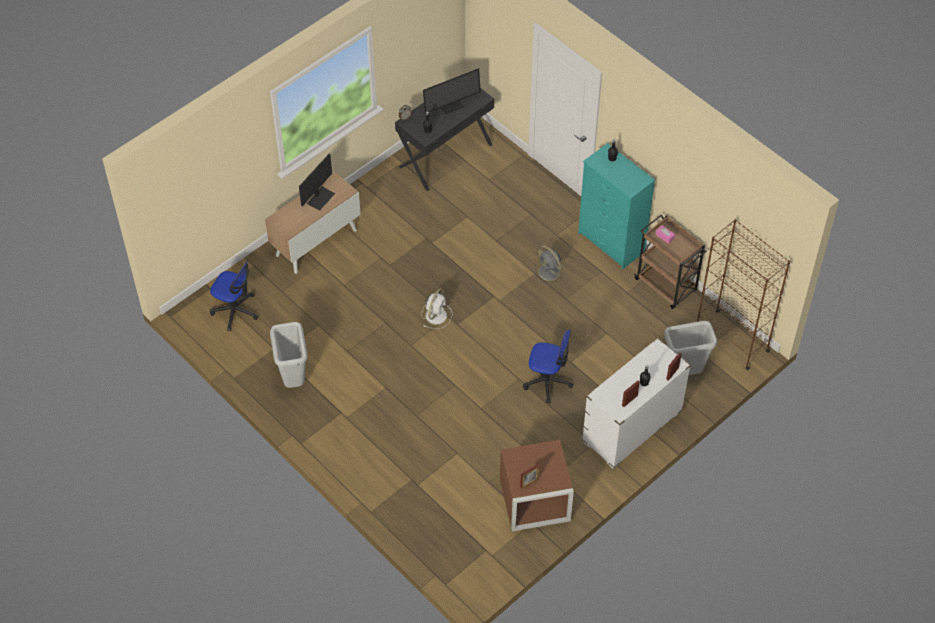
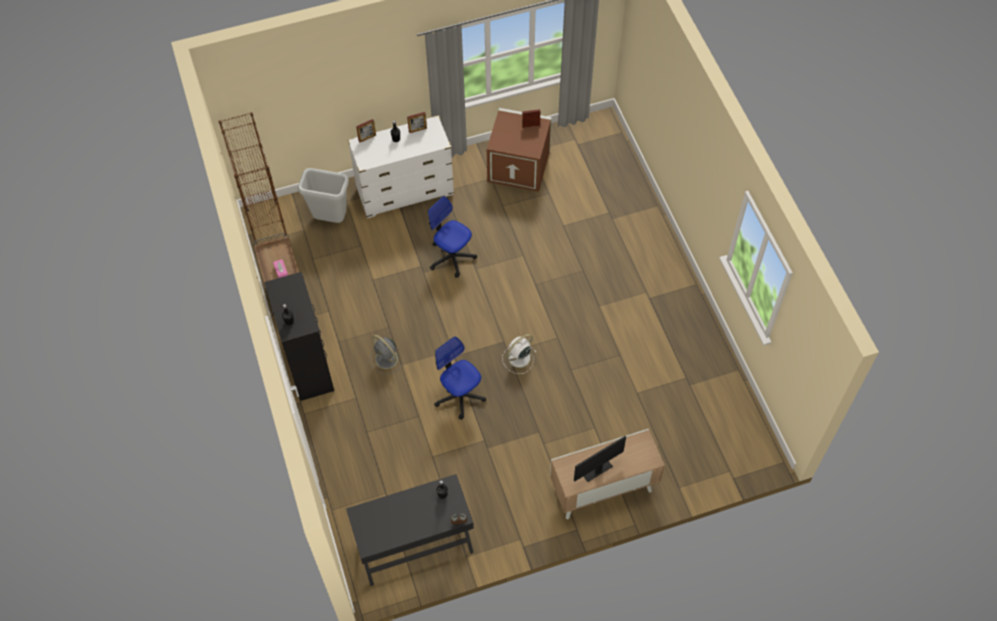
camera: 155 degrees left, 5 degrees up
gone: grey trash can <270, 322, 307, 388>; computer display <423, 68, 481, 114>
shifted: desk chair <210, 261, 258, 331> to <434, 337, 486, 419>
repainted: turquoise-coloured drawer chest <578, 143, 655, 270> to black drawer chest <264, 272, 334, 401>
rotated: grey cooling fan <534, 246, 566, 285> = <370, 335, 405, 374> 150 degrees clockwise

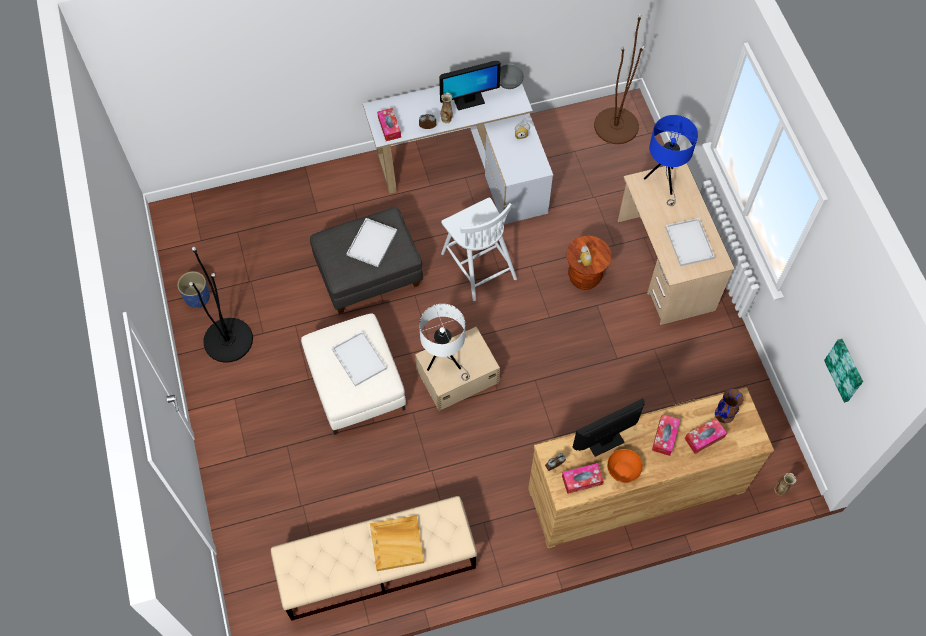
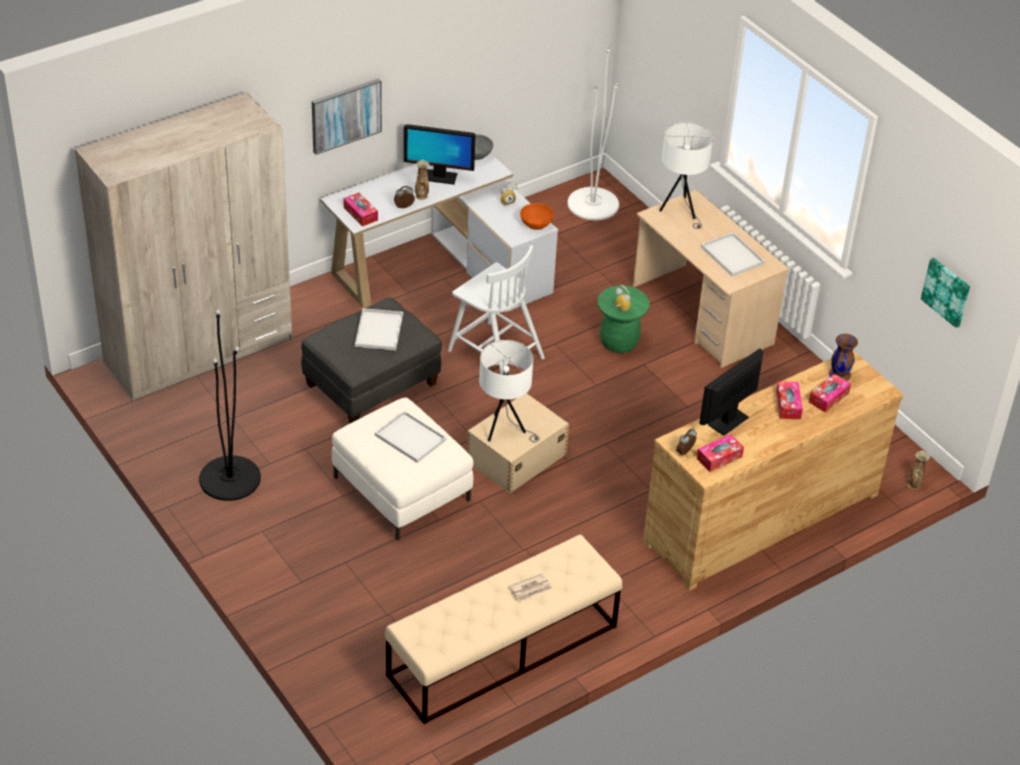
camera: 20 degrees left, 20 degrees down
gone: bluish plant pot <177, 271, 210, 308>
new: beige-coloured armoire <75, 92, 292, 401>; wall art <312, 79, 382, 155>
shifted: orange-coloured serving bowl <607, 449, 643, 483> to <520, 203, 554, 230>
swapped: beige-coloured tray <370, 515, 424, 571> to daily paper <509, 573, 553, 601>
repainted: brownish standard lamp <594, 14, 645, 144> to white-coloured standard lamp <567, 45, 619, 220>; brownish stool <567, 235, 611, 290> to green stool <598, 285, 650, 353>; bluish lamp for a table <644, 115, 698, 206> to white-coloured lamp for a table <659, 122, 713, 229>
rotated: computer display <439, 61, 501, 110> = <404, 124, 476, 185> 45 degrees clockwise

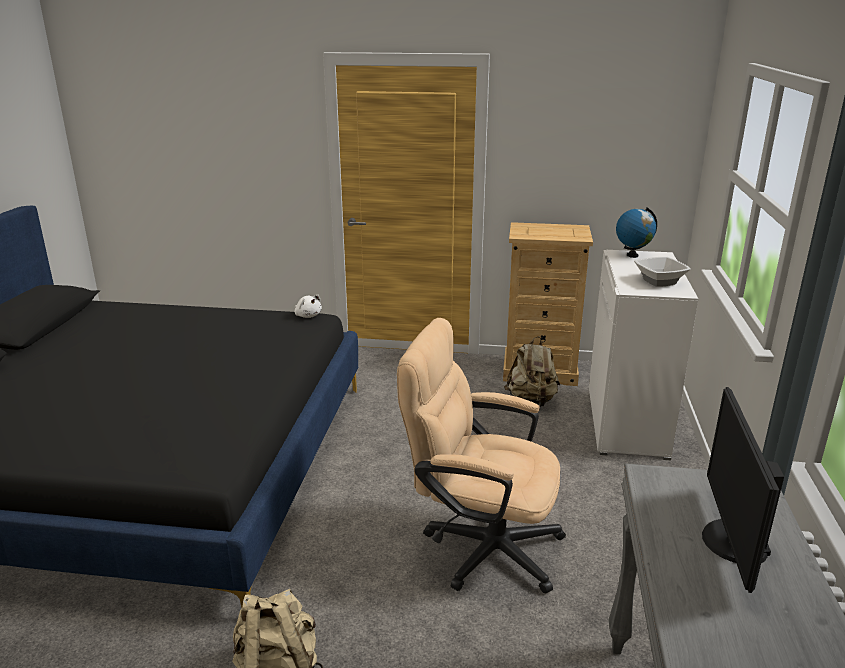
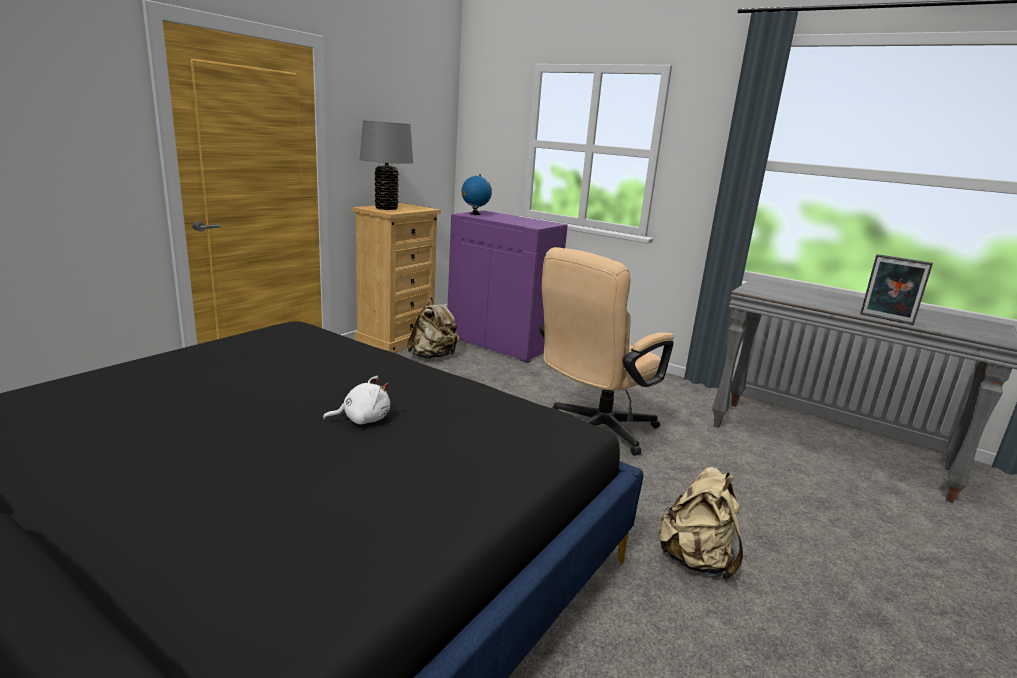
camera: 65 degrees left, 5 degrees down
gone: serving bowl <634, 257, 691, 287>; computer display <702, 387, 784, 593>
new: grey lamp for a table <360, 120, 413, 210>; photo frame <860, 254, 933, 325>
shifted: white-coloured cuddly toy <295, 295, 322, 318> to <323, 376, 390, 425>
repainted: white-coloured cabinet <589, 250, 698, 460> to purplish cabinet <447, 211, 568, 363>

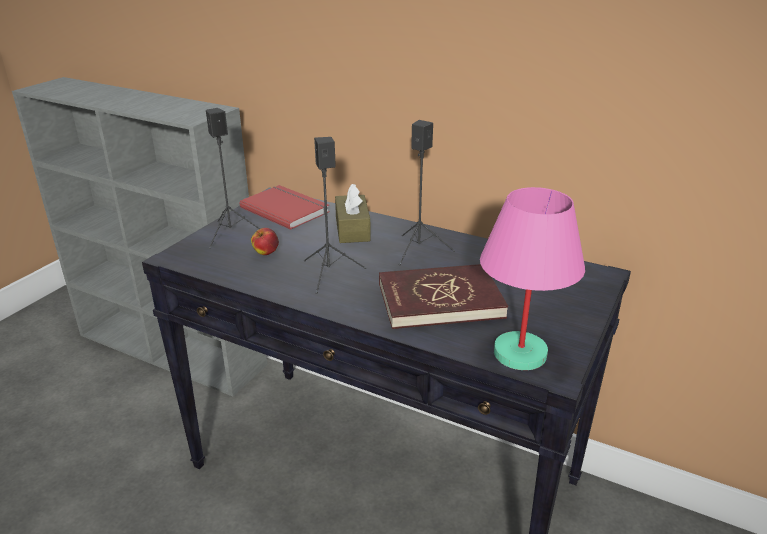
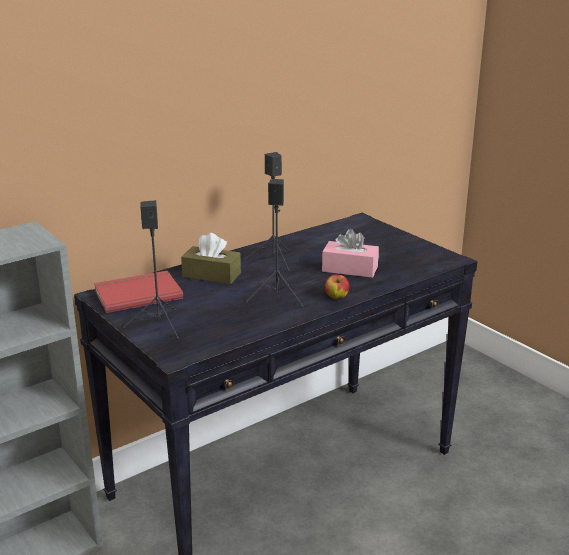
camera: 65 degrees left, 5 degrees down
gone: pinkish lamp for a table <480, 187, 585, 370>
shifted: apple fruit <251, 228, 279, 255> to <325, 275, 350, 299>
swapped: red-coloured bound book <379, 264, 508, 329> to pinkish tissue holder <322, 229, 379, 278>

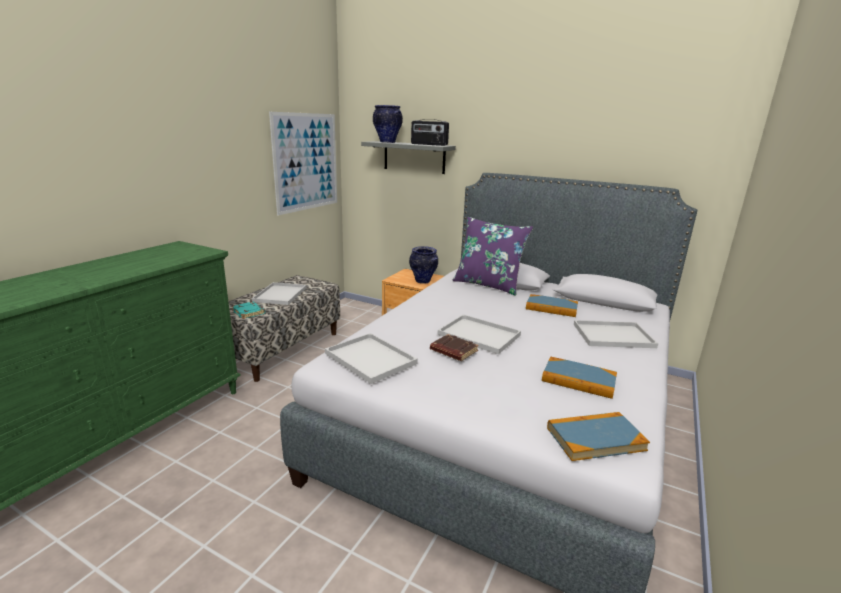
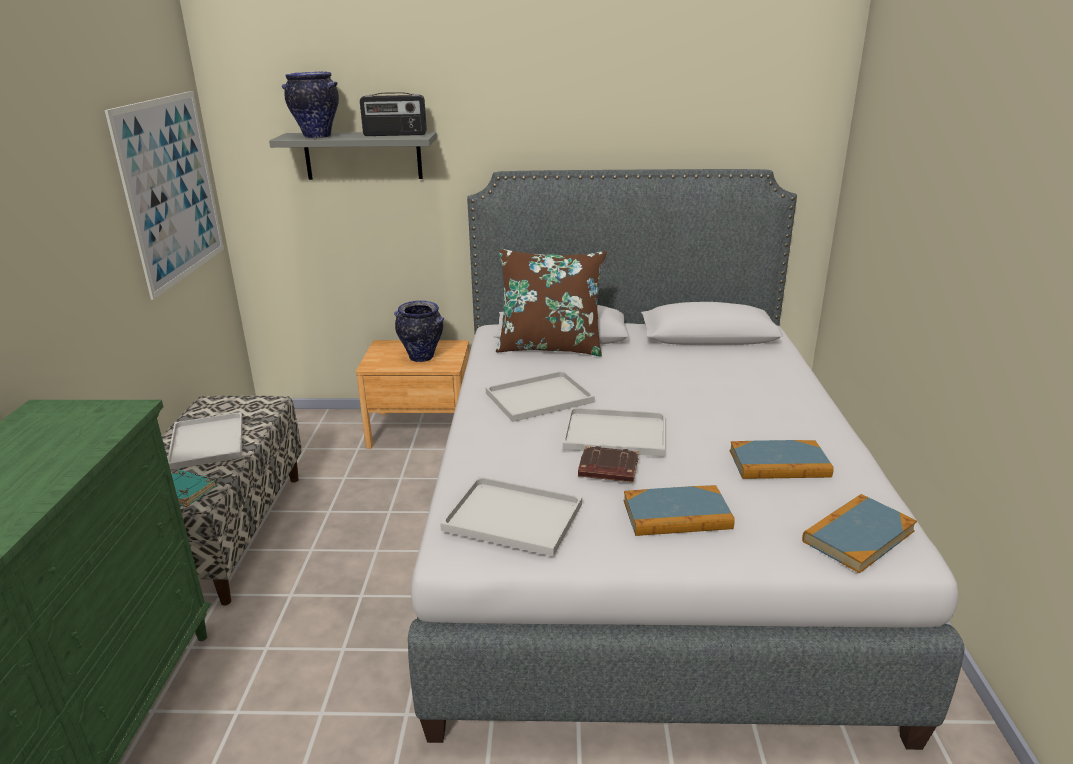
camera: 25 degrees left, 5 degrees up
shifted: white-coloured tray <574, 320, 658, 348> to <486, 371, 595, 422>; bound book <526, 294, 578, 317> to <624, 485, 735, 536>
repainted: purplish throw pillow <452, 217, 533, 296> to brownish throw pillow <496, 249, 607, 356>

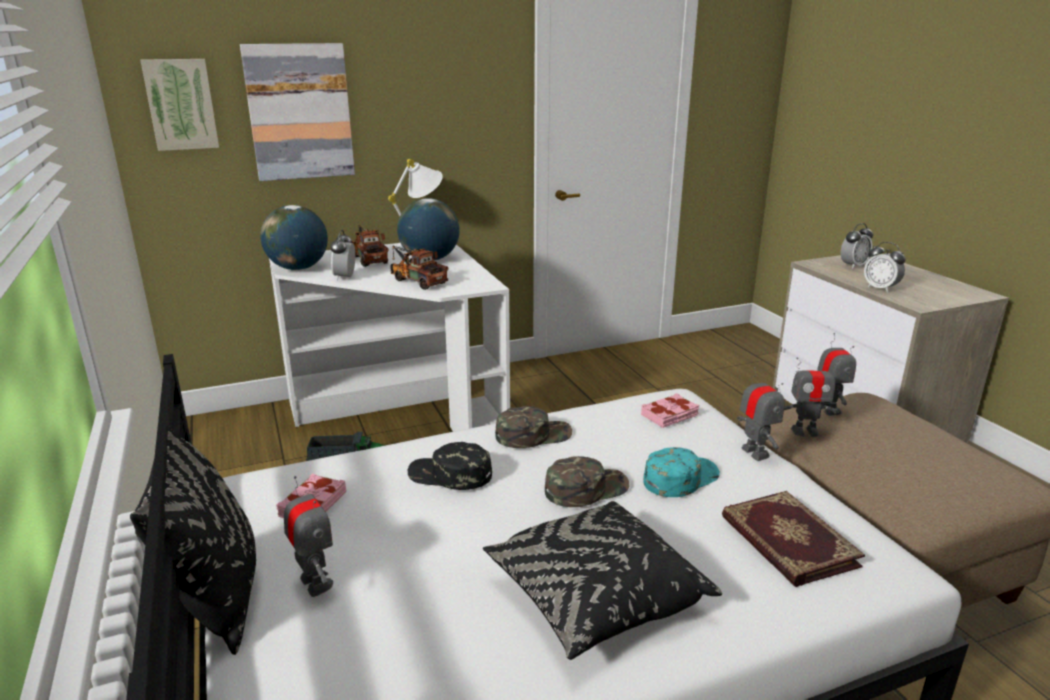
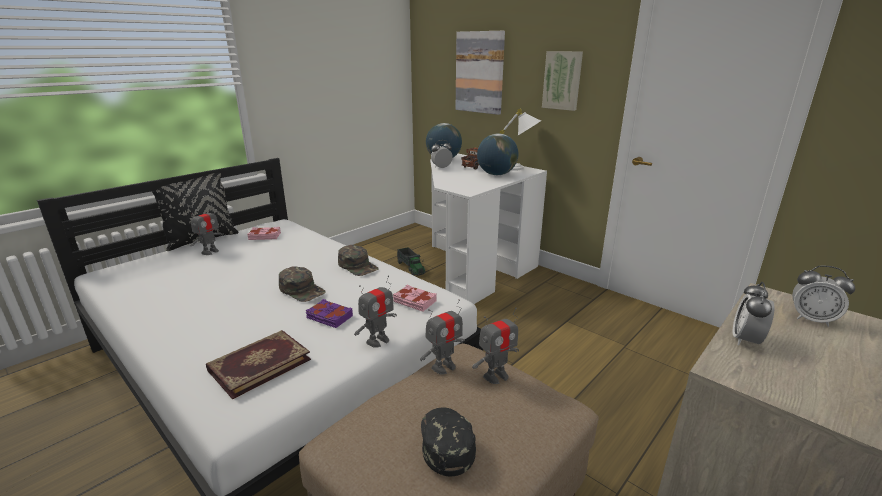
camera: 65 degrees right, 0 degrees up
gone: toy truck <390, 246, 448, 290>; black throw pillow <483, 501, 722, 660>
shifted: black baseball cap <408, 442, 492, 490> to <421, 407, 476, 476>; wall art <140, 59, 219, 151> to <542, 51, 583, 111>
swapped: turquoise-coloured baseball cap <643, 447, 720, 497> to purplish bound book <306, 299, 353, 328>
rotated: model robot <784, 357, 839, 437> = <420, 299, 465, 374> 105 degrees counterclockwise

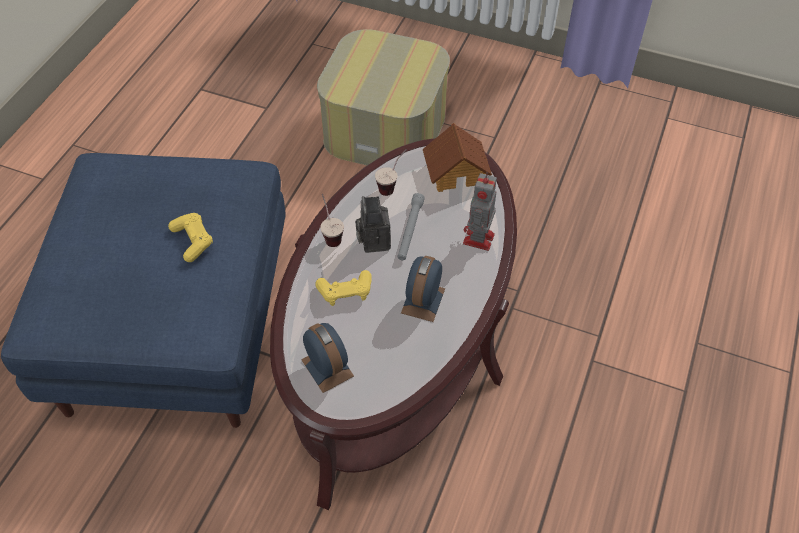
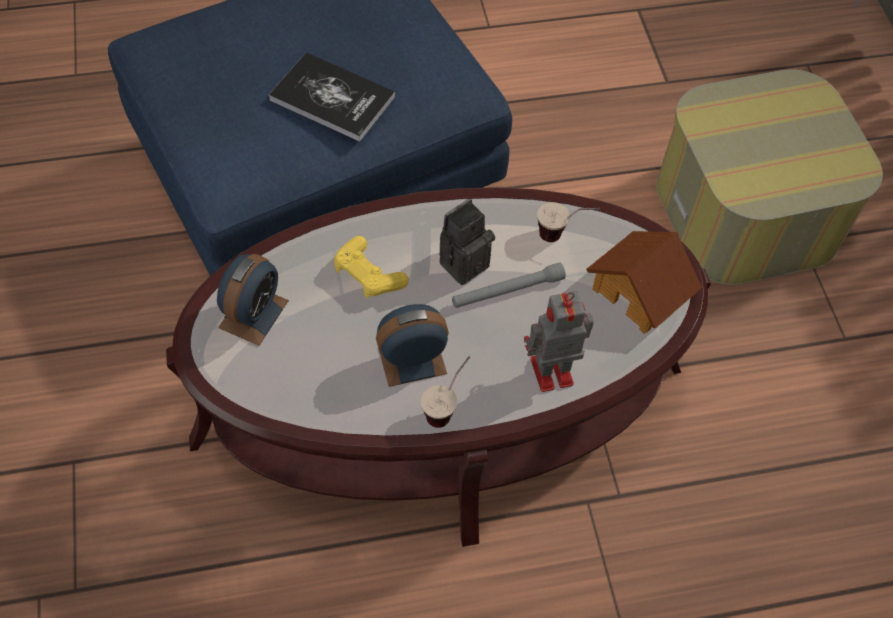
camera: 55 degrees right, 5 degrees up
shifted: small cup <320, 194, 344, 247> to <421, 356, 470, 428>
swapped: yellowish game controller <168, 213, 213, 262> to bound book <269, 52, 395, 142>

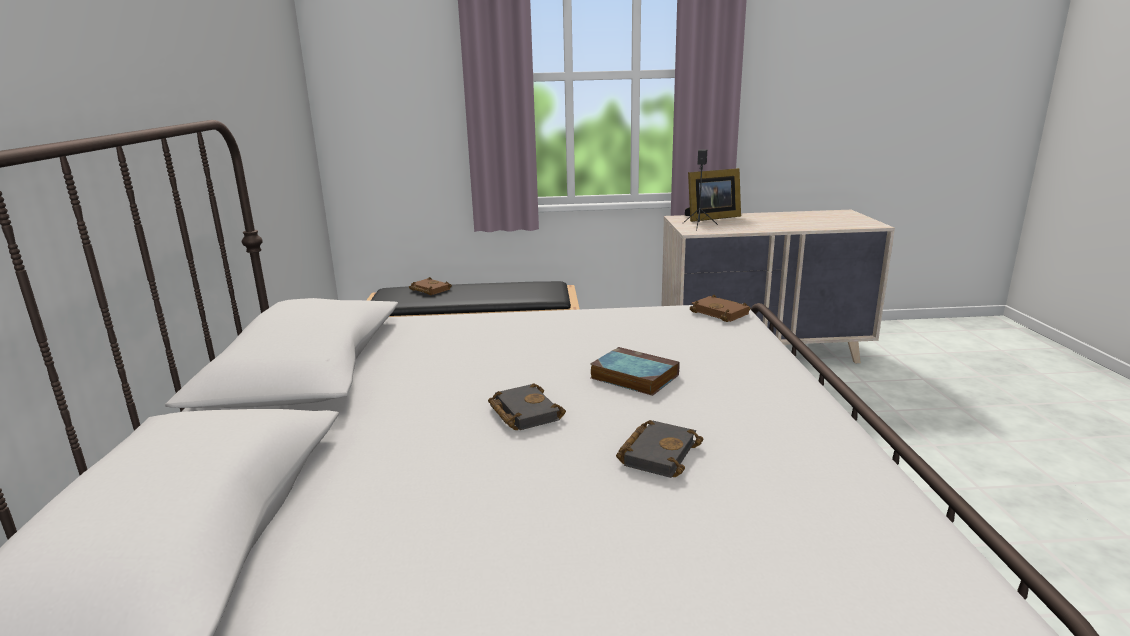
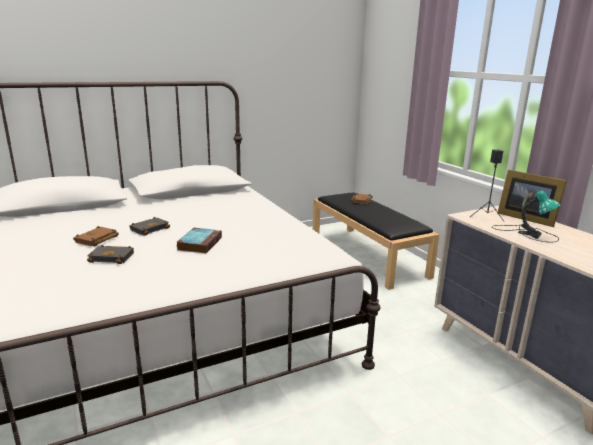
camera: 65 degrees right, 0 degrees up
new: lamp for a table <492, 191, 560, 243>
shifted: brownish bound book <690, 294, 750, 322> to <73, 226, 119, 247>

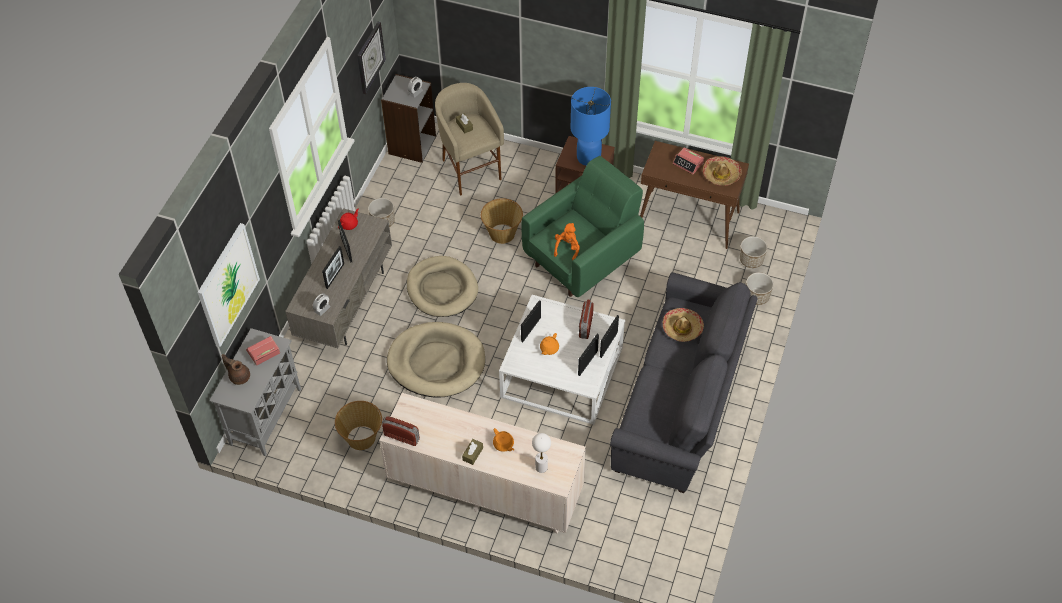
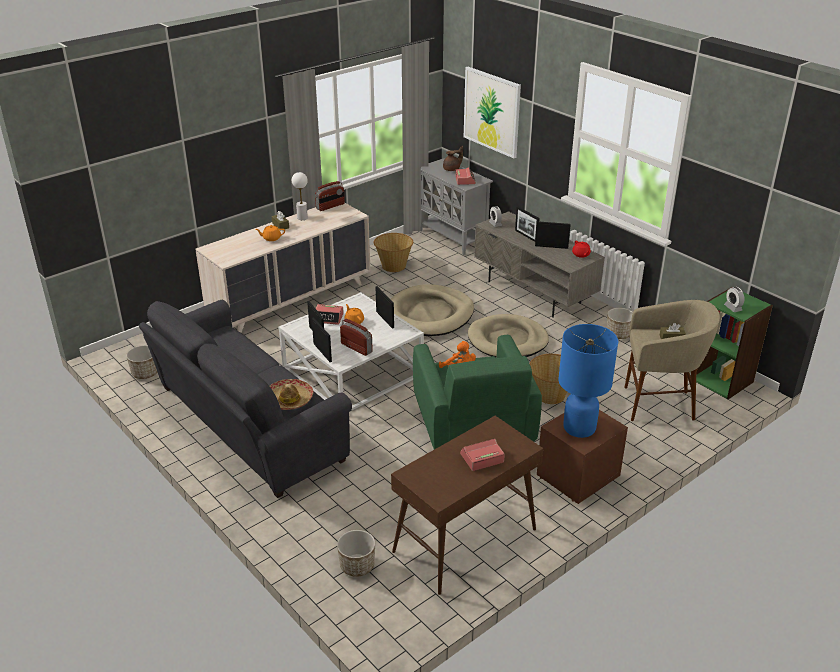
camera: 120 degrees right, 20 degrees down
gone: wall clock <357, 22, 386, 94>; clothing hat <703, 156, 742, 186>
new: alarm clock <316, 304, 344, 325>
shifted: plant pot <746, 272, 774, 305> to <126, 345, 157, 379>; white-coloured lamp for a table <532, 433, 551, 473> to <292, 172, 308, 220>
repainted: grey bookshelf <381, 74, 436, 163> to green bookshelf <696, 287, 773, 399>

